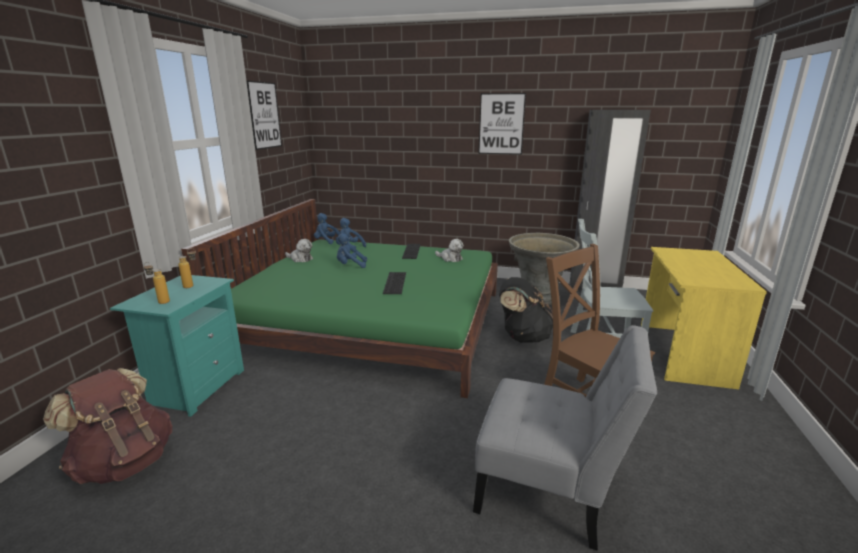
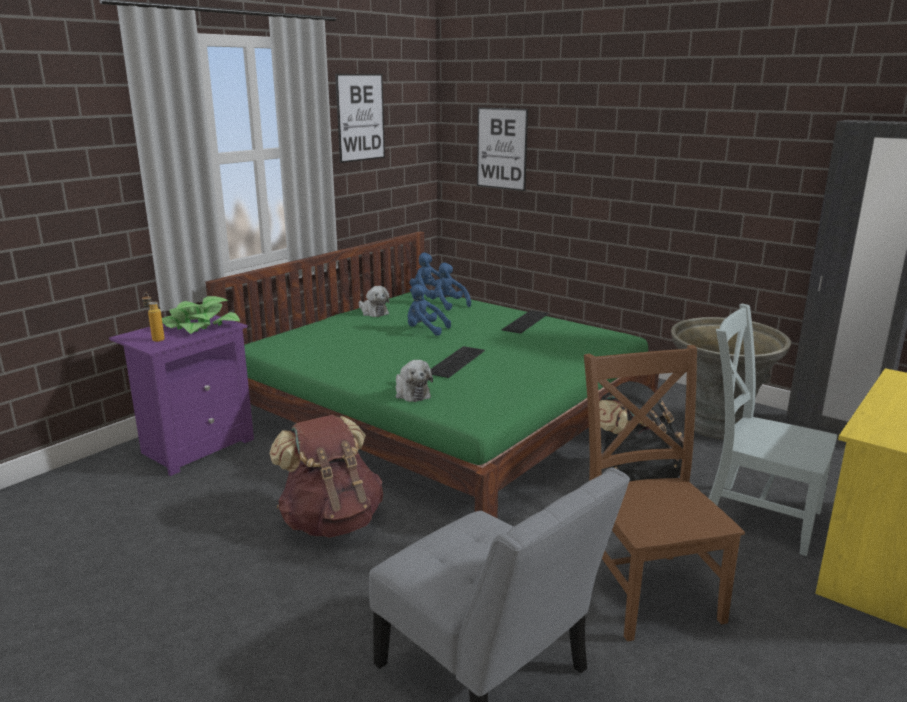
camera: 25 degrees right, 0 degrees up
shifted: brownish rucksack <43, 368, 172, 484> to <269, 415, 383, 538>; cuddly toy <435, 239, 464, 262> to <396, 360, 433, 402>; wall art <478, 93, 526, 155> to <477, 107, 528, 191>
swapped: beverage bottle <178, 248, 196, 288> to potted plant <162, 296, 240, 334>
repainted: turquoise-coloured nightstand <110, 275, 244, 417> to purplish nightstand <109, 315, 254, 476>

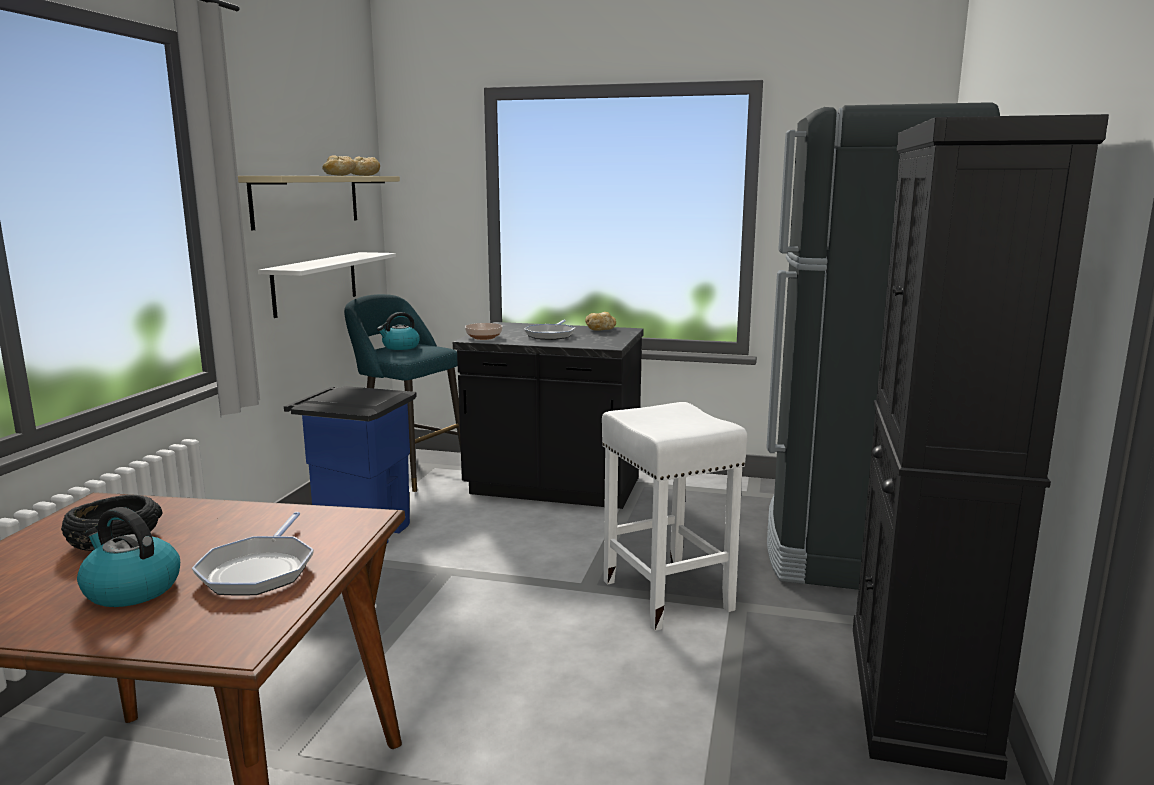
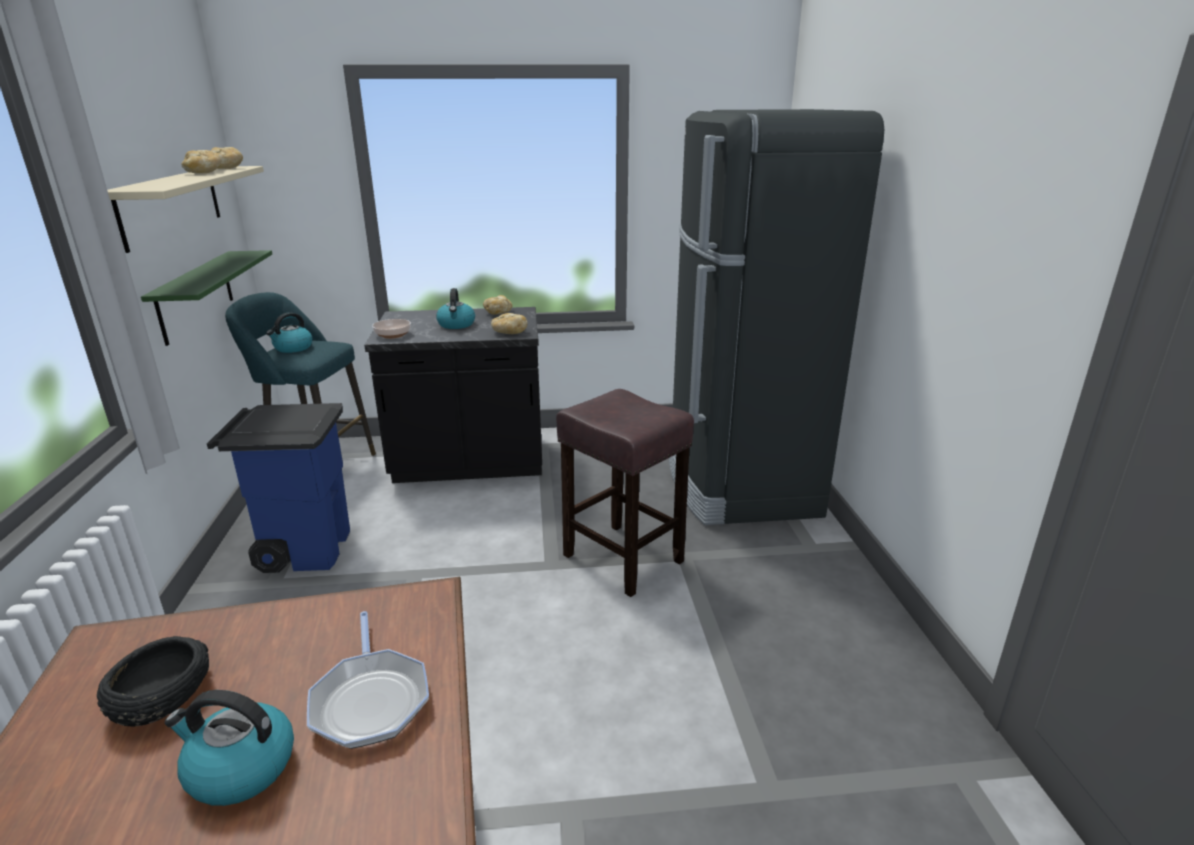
camera: 20 degrees left, 10 degrees up
gone: black cabinet <853, 114, 1109, 780>
new: bakery bread <491, 313, 527, 334>
swapped: frying pan <524, 320, 575, 340> to kettle <436, 288, 475, 329>
repainted: white-coloured wall shelf <258, 252, 396, 318> to green wall shelf <141, 250, 272, 346>; white-coloured stool <602, 402, 747, 631> to brownish stool <556, 389, 694, 597>

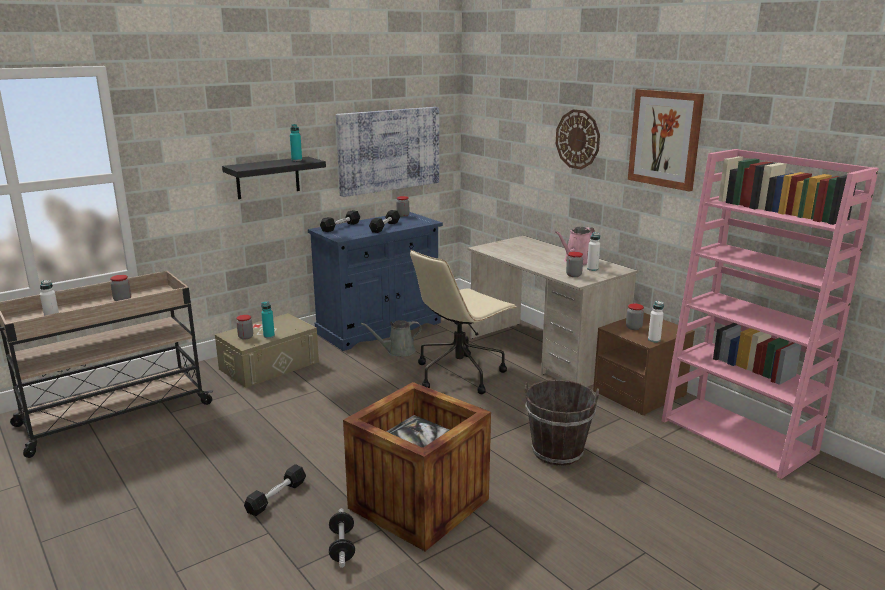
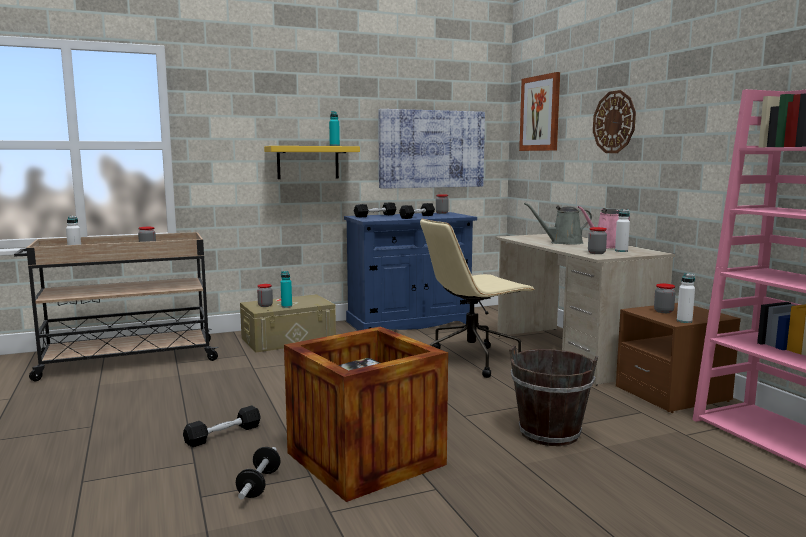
camera: 15 degrees right, 10 degrees down
shifted: wall art <628, 89, 704, 191> to <519, 72, 560, 151>; grey watering pot <361, 320, 422, 357> to <524, 202, 592, 245>
repainted: black wall shelf <222, 157, 326, 199> to yellowish wall shelf <264, 146, 360, 179>

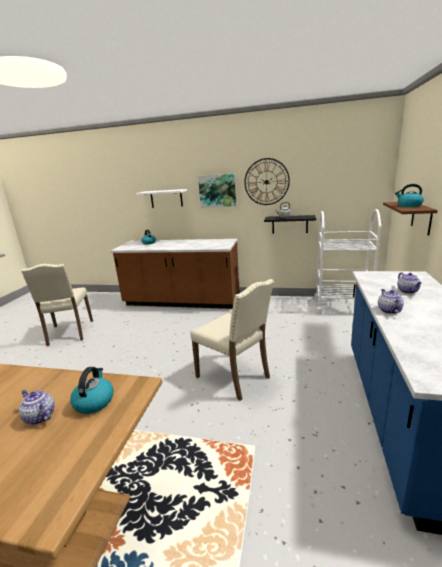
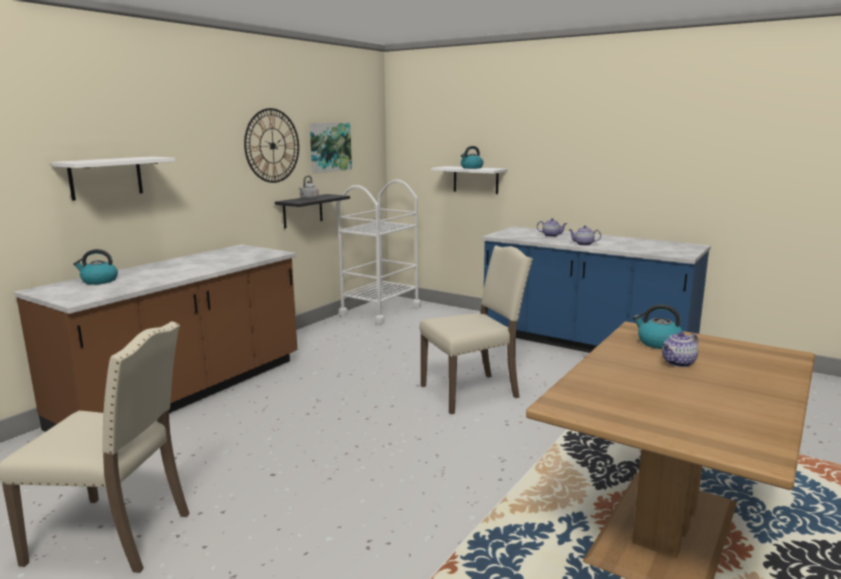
camera: 70 degrees left, 5 degrees down
shifted: wall art <198, 174, 236, 208> to <310, 123, 352, 174>
repainted: brownish wall shelf <383, 202, 438, 236> to white-coloured wall shelf <431, 166, 507, 194>

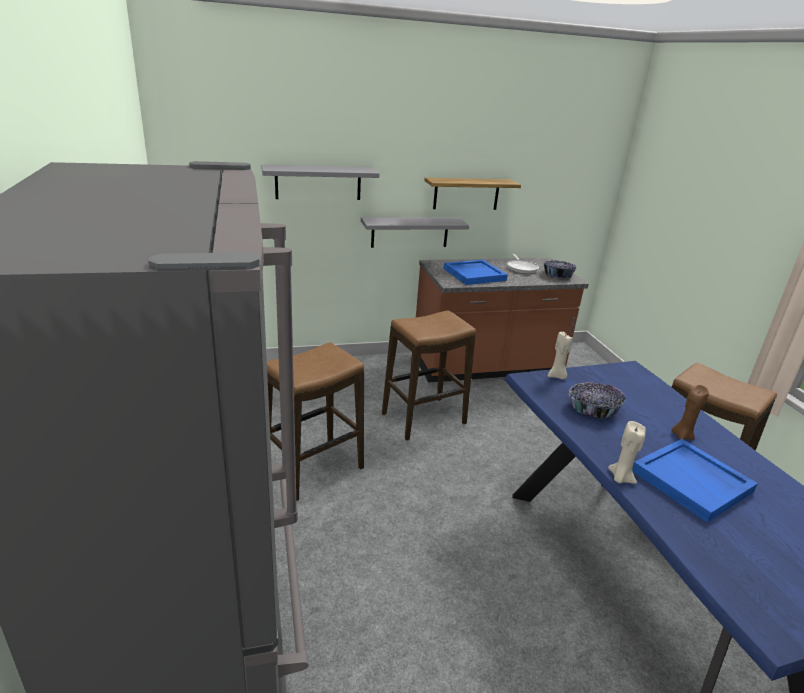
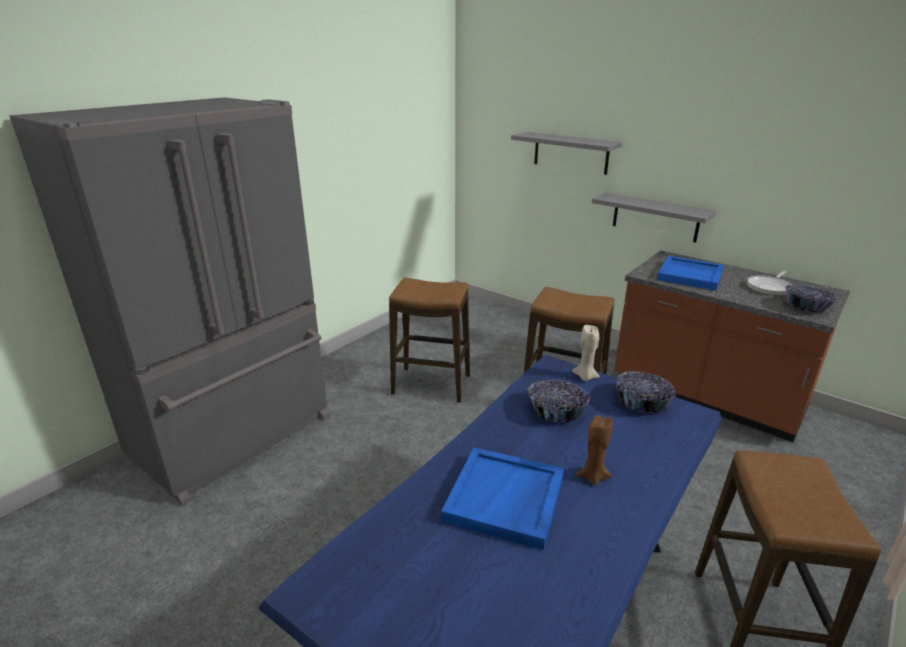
camera: 55 degrees right, 0 degrees up
gone: wall shelf <424, 178, 521, 210>; beige-coloured candle <608, 421, 646, 484>
new: serving bowl <616, 371, 676, 413>

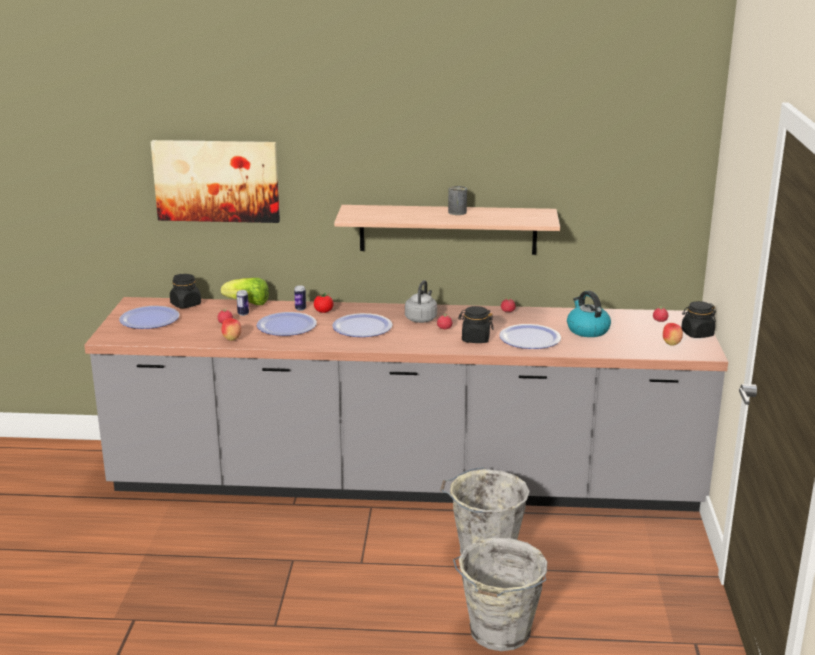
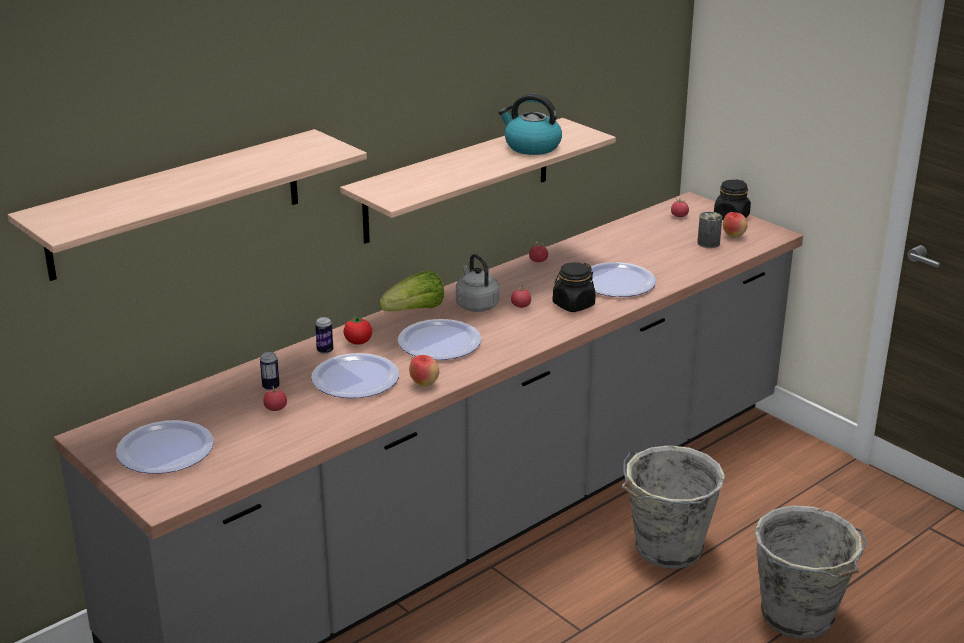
camera: 45 degrees left, 5 degrees up
gone: black preserve jar <170, 274, 201, 309>
shifted: lettuce head <221, 278, 269, 305> to <380, 271, 444, 312>; apple fruit <221, 318, 241, 341> to <409, 355, 439, 386>; kettle <567, 291, 611, 337> to <499, 94, 562, 155>; metal can <448, 186, 467, 215> to <697, 212, 722, 248>
swapped: wall art <151, 140, 280, 223> to wall shelf <8, 129, 367, 281>

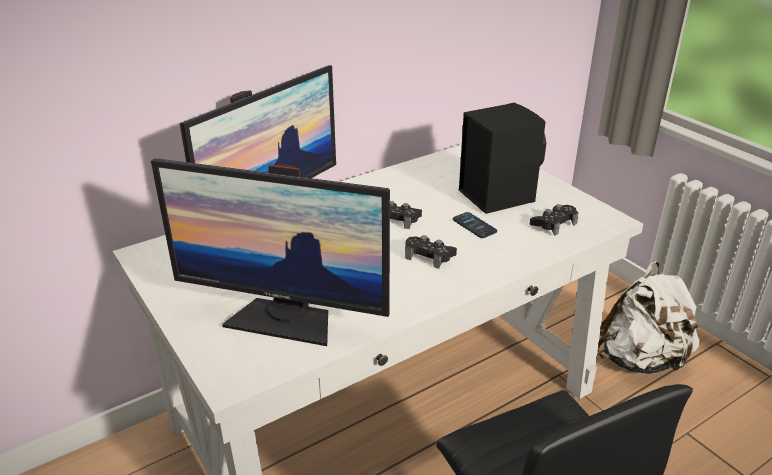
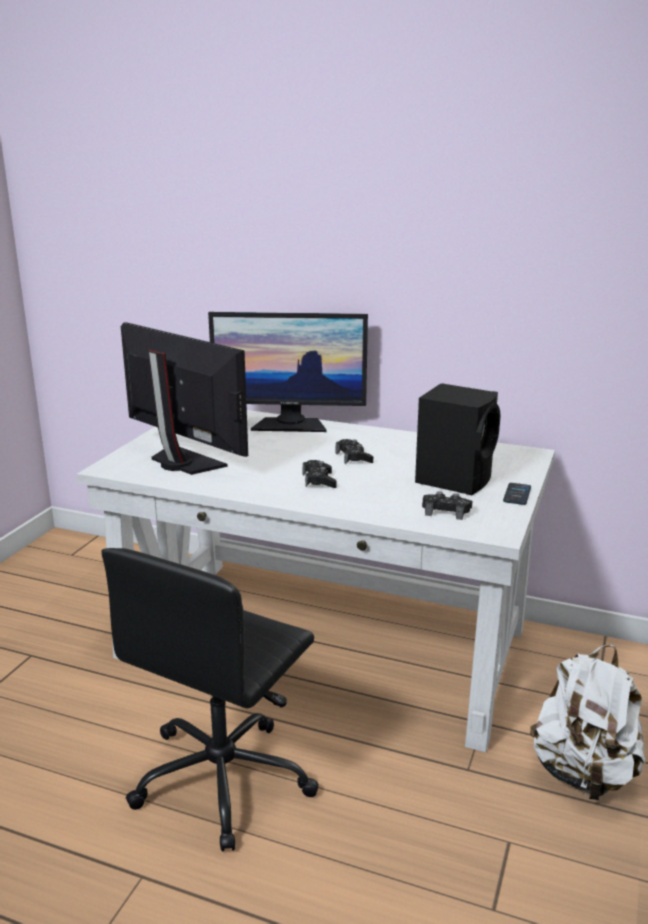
camera: 55 degrees right, 10 degrees down
shifted: handset <453, 212, 497, 238> to <503, 483, 531, 505>
rotated: computer display <151, 159, 390, 346> = <121, 322, 248, 475> 150 degrees clockwise

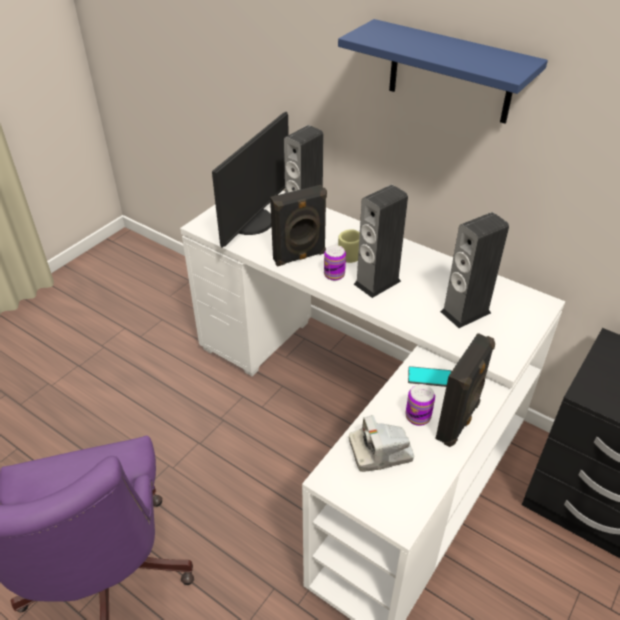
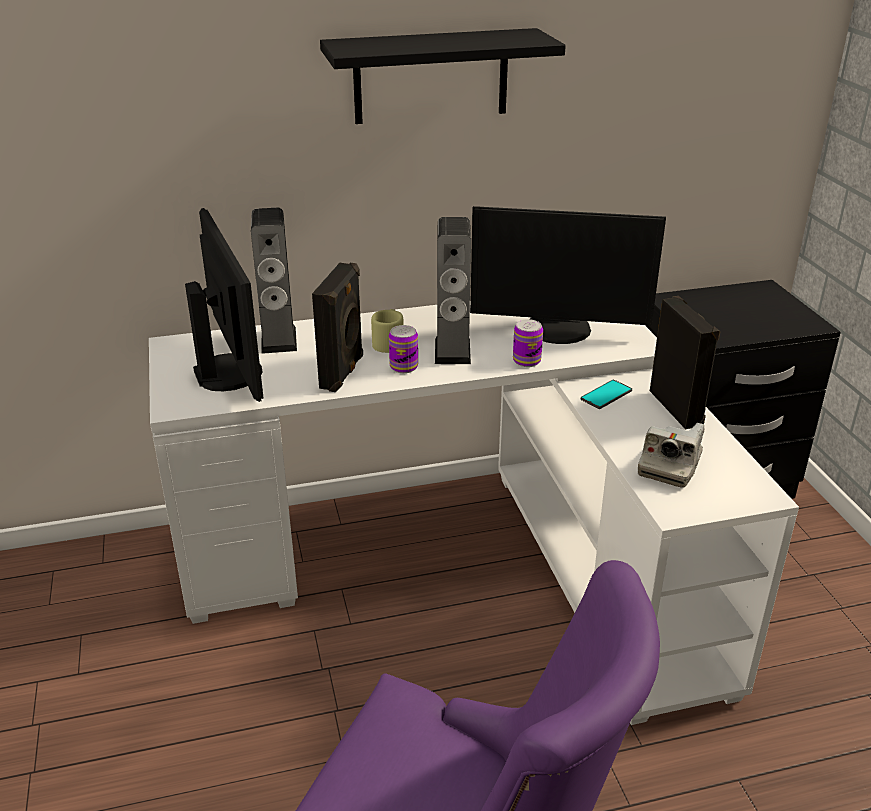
camera: 50 degrees left, 10 degrees down
shifted: metal can <406, 384, 435, 426> to <513, 319, 543, 367>
swapped: loudspeaker <440, 212, 509, 328> to computer display <470, 206, 666, 344>
repainted: bluish wall shelf <338, 19, 548, 124> to black wall shelf <320, 28, 566, 124>

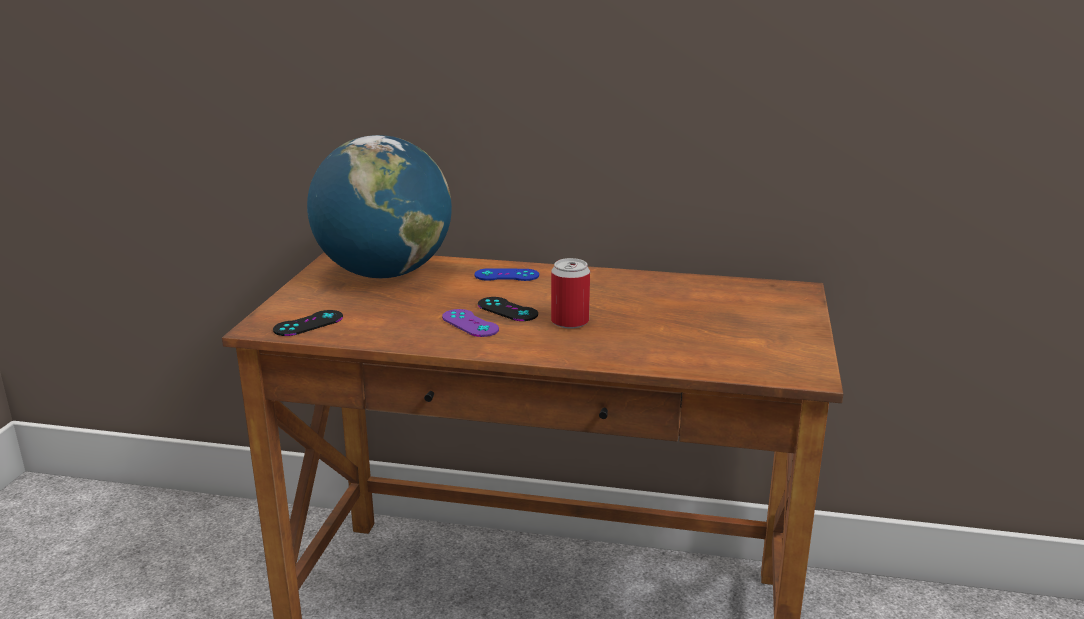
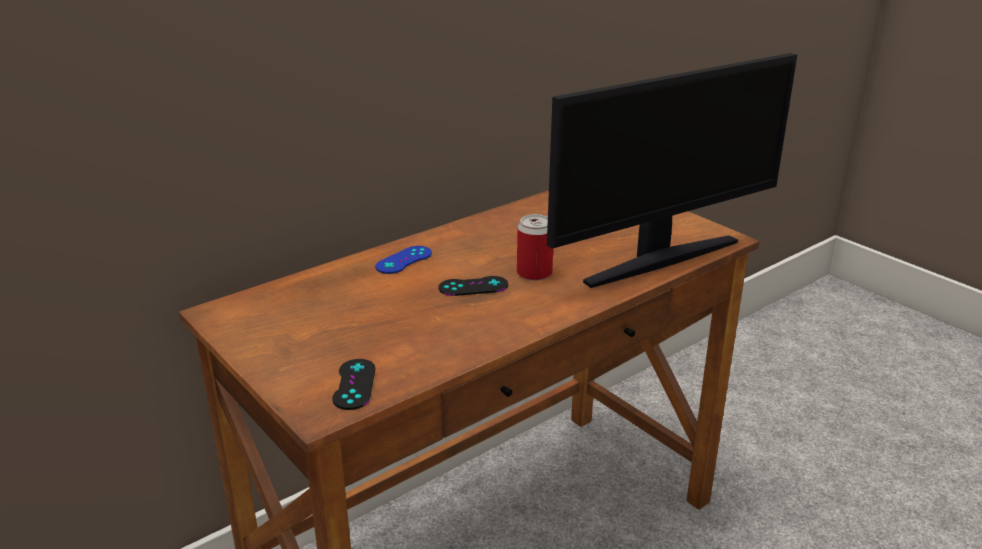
camera: 50 degrees left, 5 degrees up
gone: desk globe <307, 135, 452, 278>; purplish game controller <442, 309, 499, 337>
new: computer display <547, 53, 797, 288>

